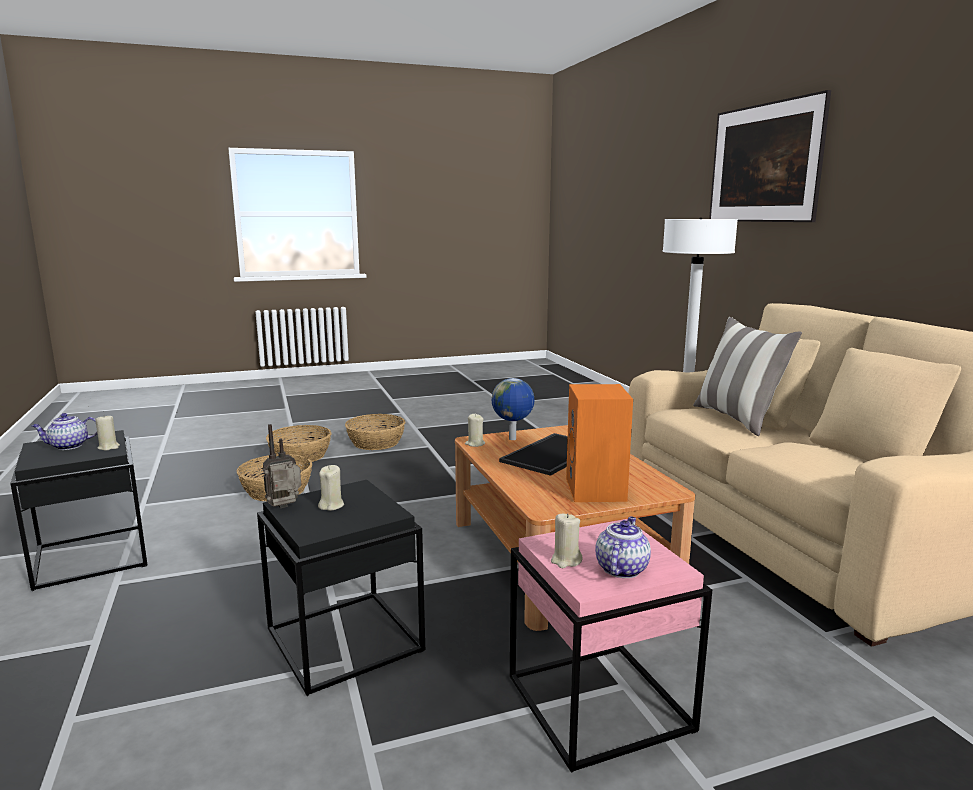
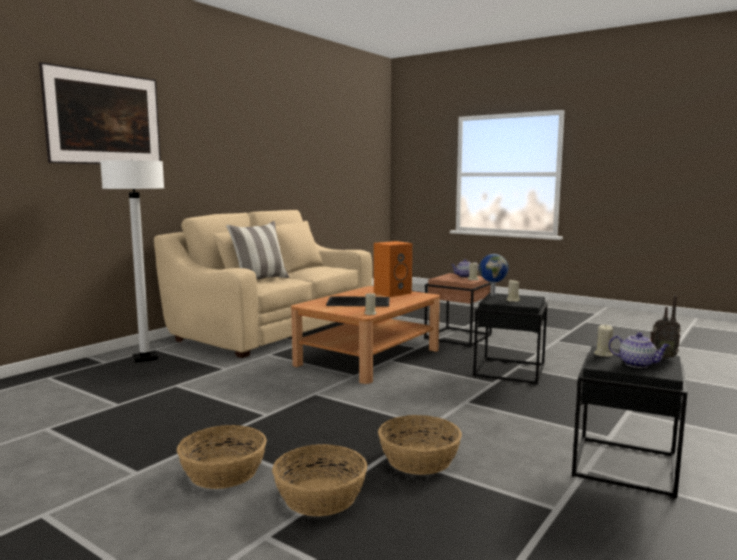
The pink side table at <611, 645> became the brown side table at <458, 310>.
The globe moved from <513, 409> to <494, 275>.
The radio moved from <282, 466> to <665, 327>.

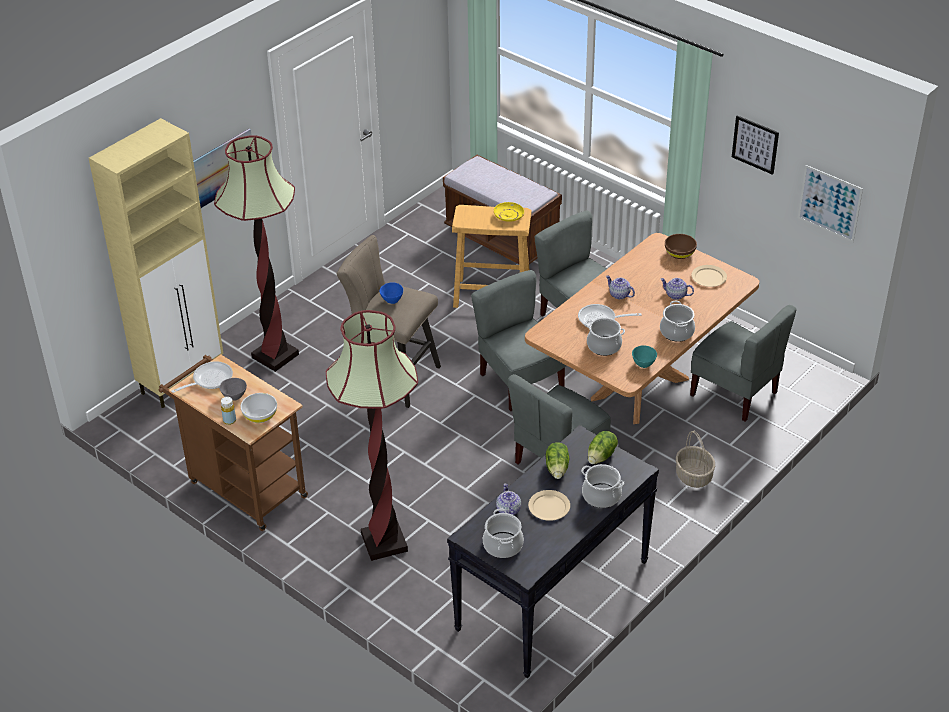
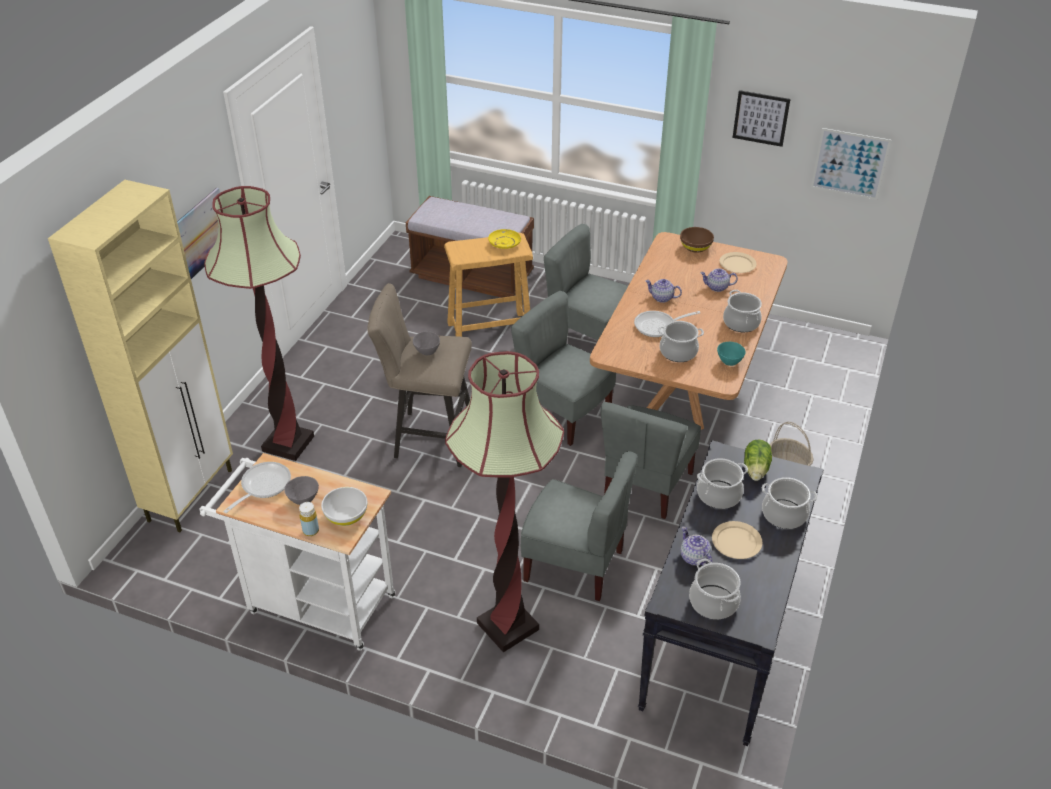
The brown cart at <233, 443> became the white cart at <297, 552>.
The blue bowl at <391, 293> became the grey bowl at <426, 343>.
The grey chair moved from <743, 363> to <579, 526>.
The lettuce at <558, 460> was replaced by the cooking pot at <722, 484>.

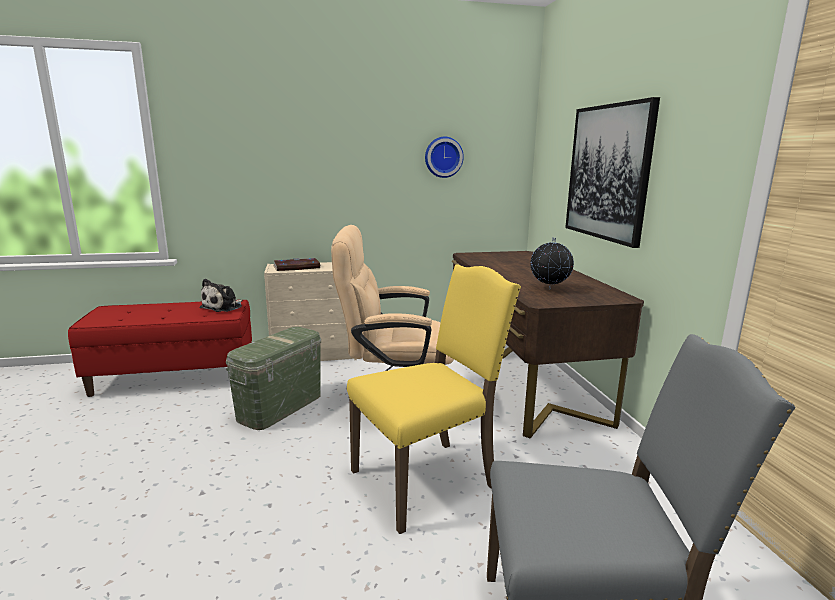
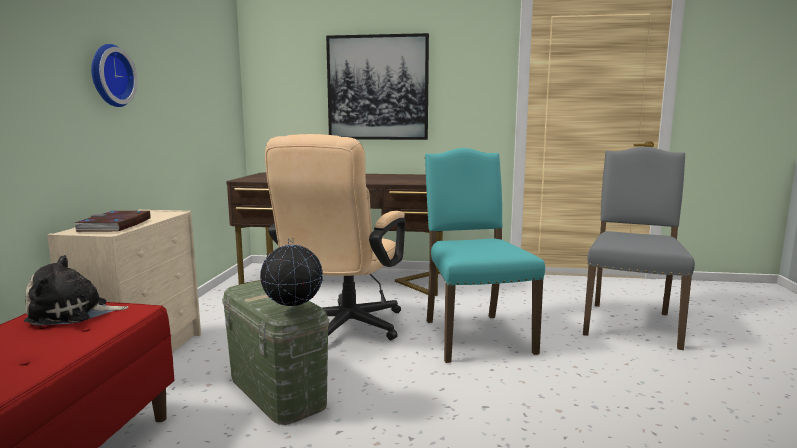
The plush toy at <221, 295> turned 120 degrees clockwise.
The wall clock moved from <444, 157> to <114, 75>.
The globe moved from <552, 263> to <291, 275>.
The yellow chair at <434, 399> became the turquoise chair at <485, 255>.

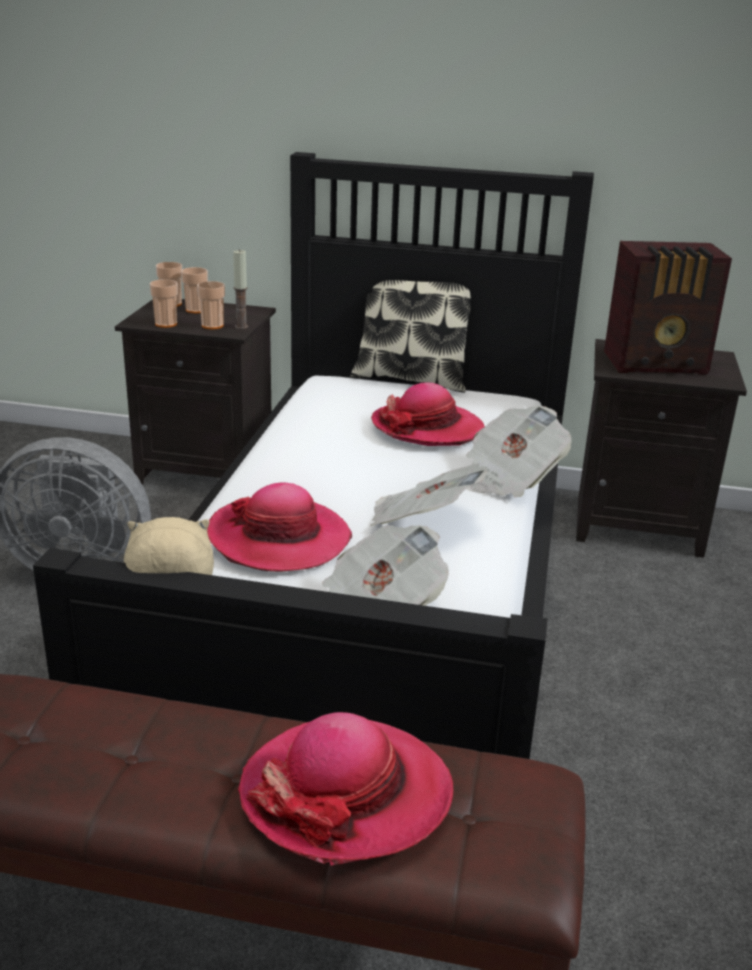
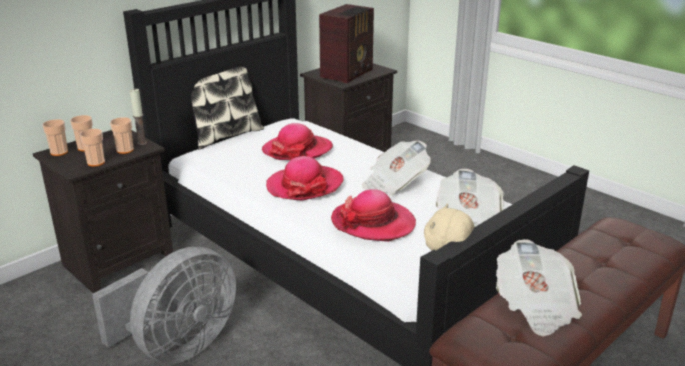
The hat moved from <346, 789> to <305, 178>.
The newspaper moved from <519, 451> to <539, 288>.

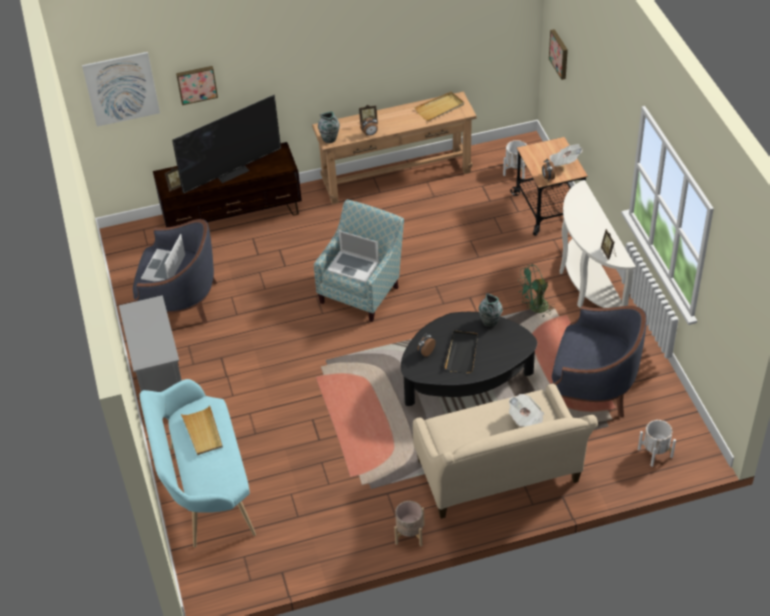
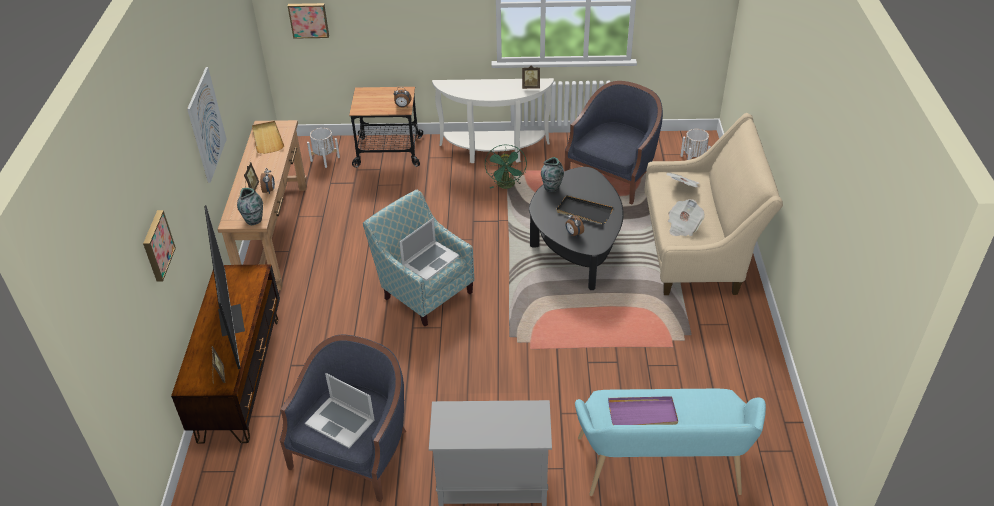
The picture moved from <121, 89> to <207, 125>.
The beige tray at <202, 430> became the purple tray at <643, 410>.
The newspaper moved from <566, 155> to <686, 217>.
The beige planter at <409, 523> disappeared.

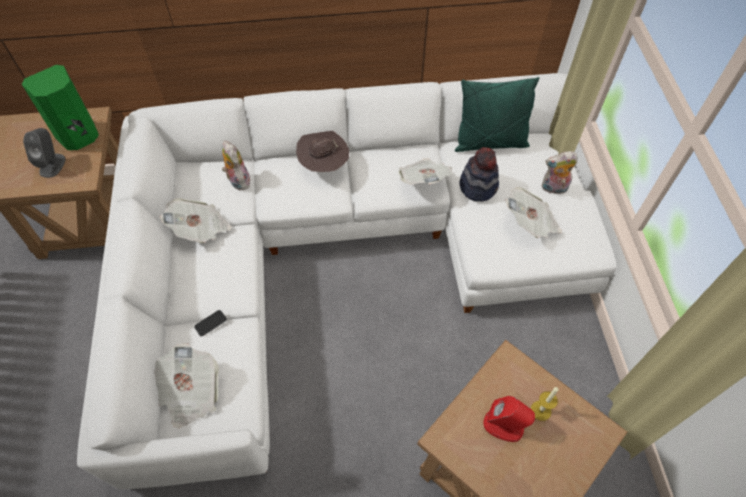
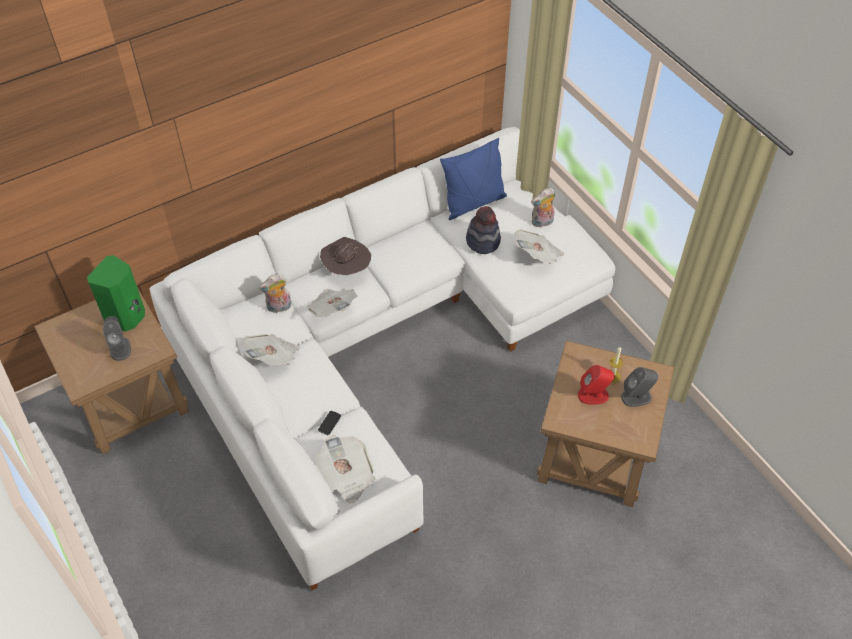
The plush toy at <236, 165> turned 60 degrees counterclockwise.
The newspaper moved from <425, 171> to <332, 303>.
The green pillow at <497, 114> became the blue pillow at <473, 179>.
The grey speaker at <640, 387> appeared.

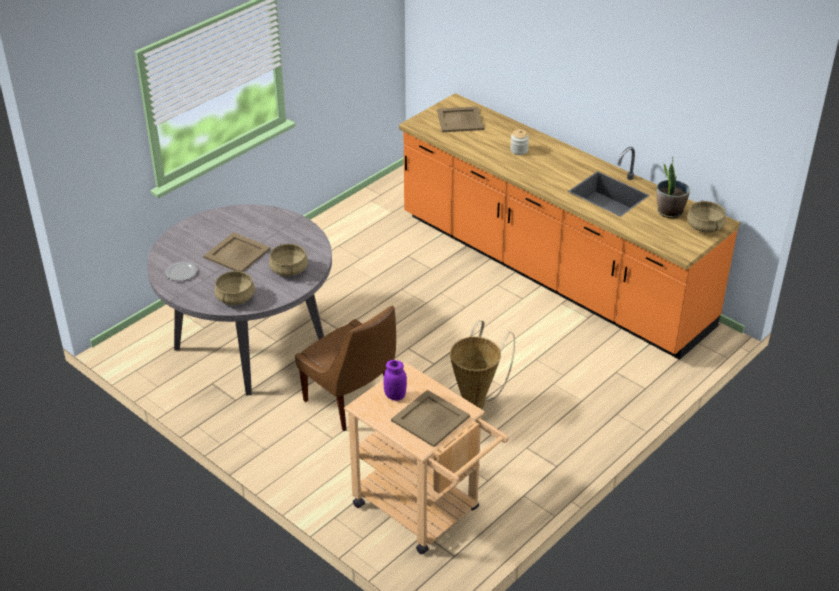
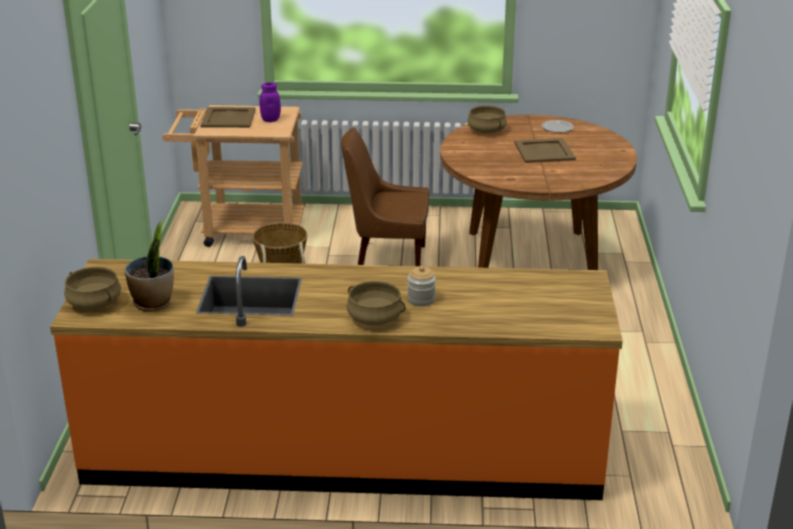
The beige cooking pot moved from <288, 260> to <375, 303>.
The grey dining table at <239, 300> became the brown dining table at <538, 192>.
The beige tray at <460, 119> disappeared.

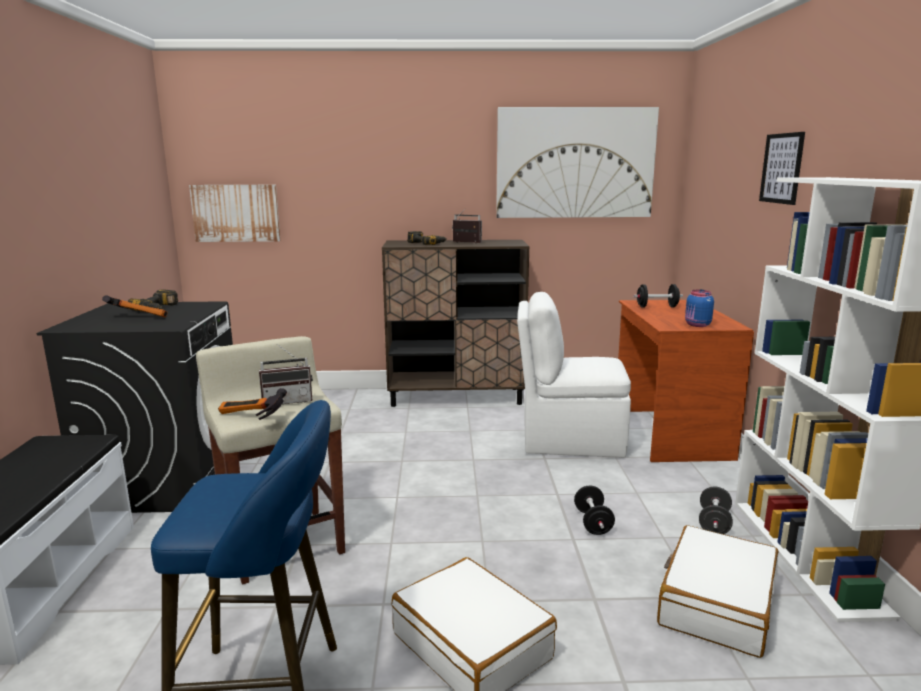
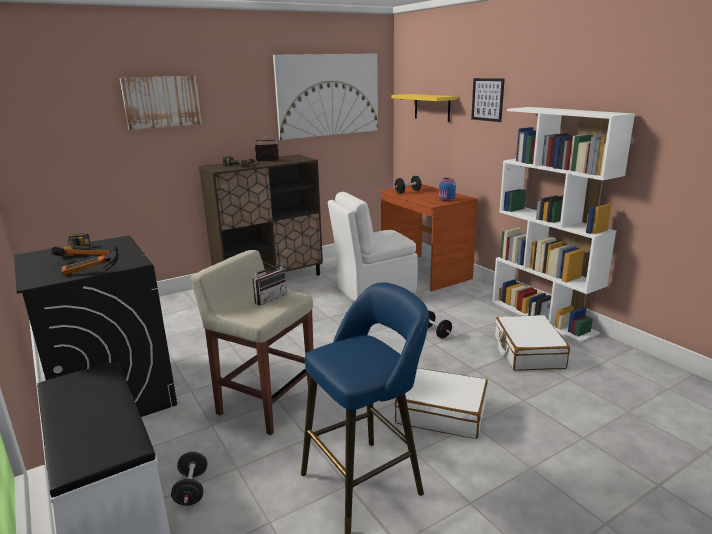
The hammer moved from <252, 404> to <90, 260>.
The picture moved from <234, 213> to <161, 103>.
The black dumbbell moved from <716, 510> to <189, 479>.
The yellow shelf at <424, 108> appeared.

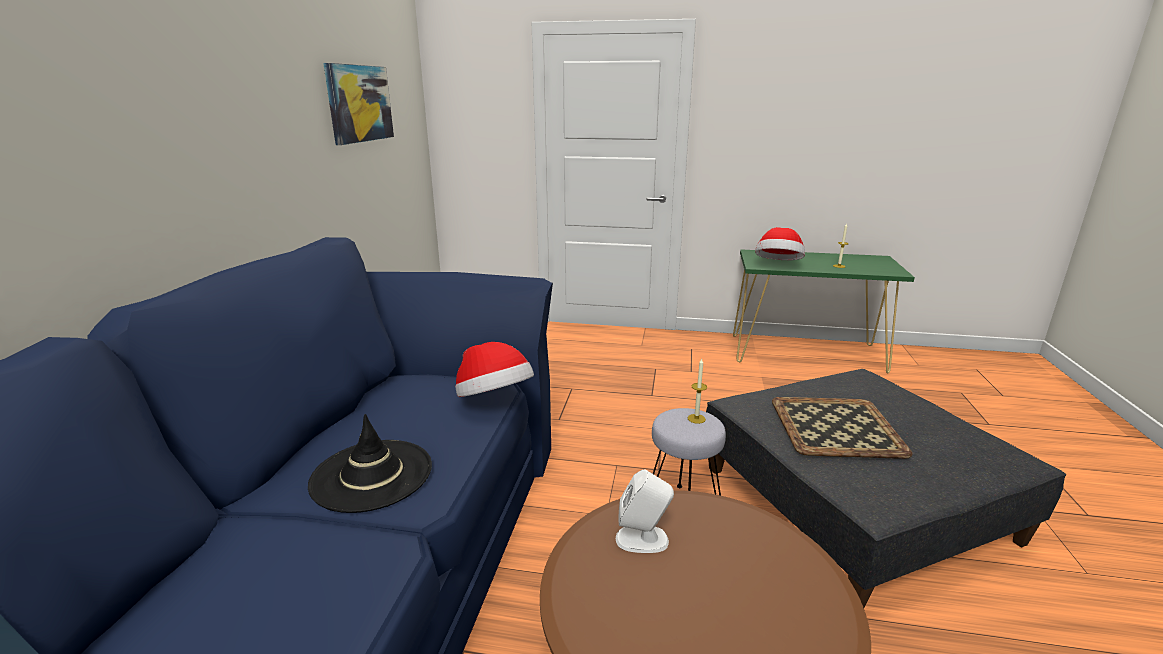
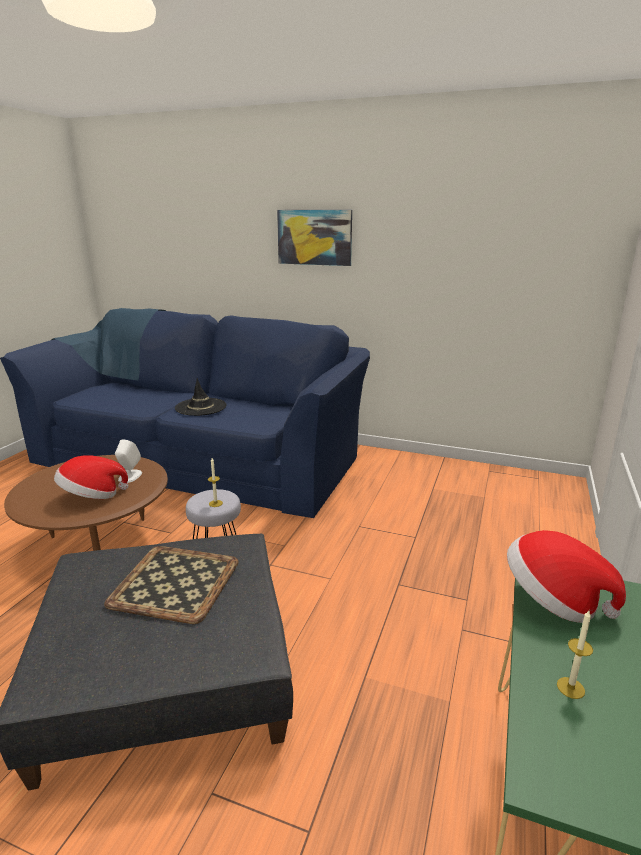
The hat moved from <494, 369> to <91, 477>.
The picture moved from <358, 104> to <314, 238>.

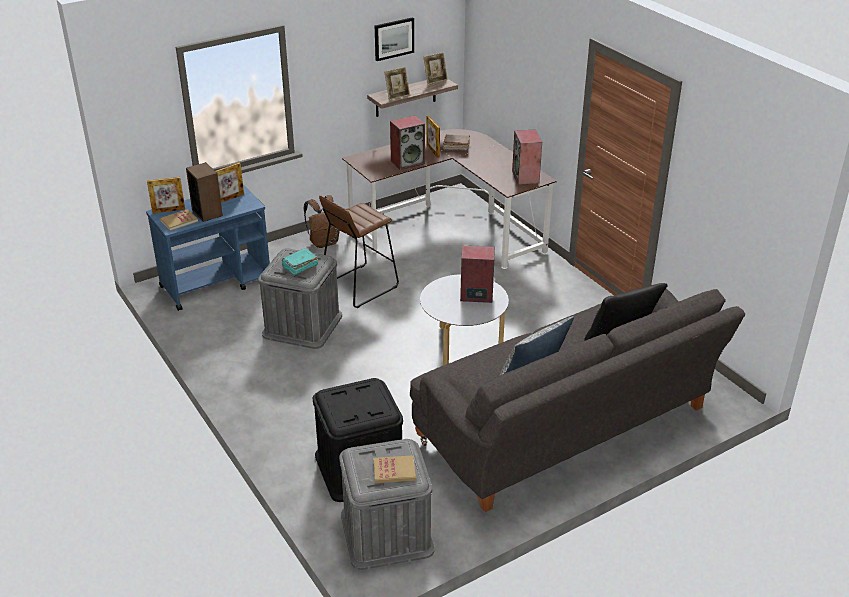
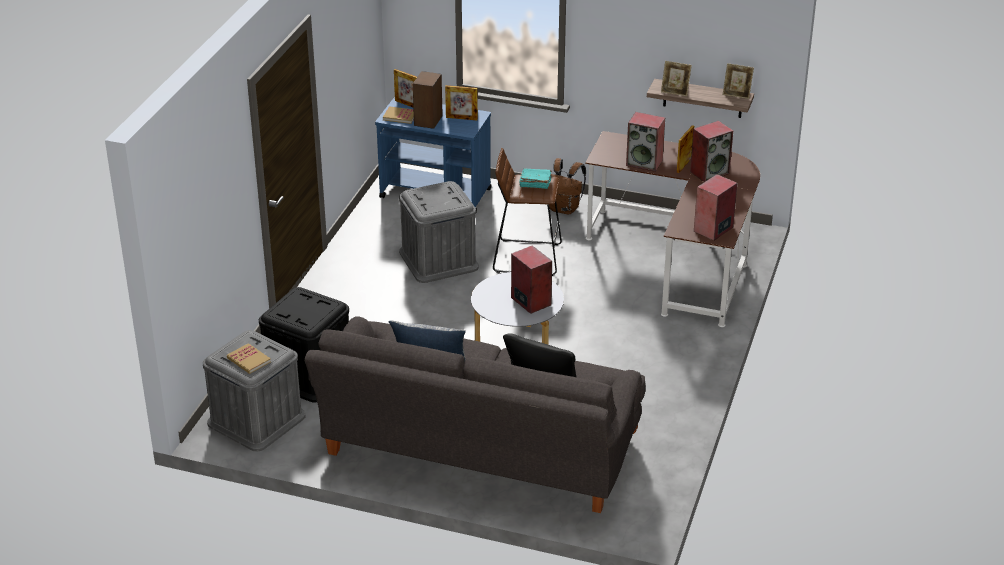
The turquoise book moved from <300, 262> to <535, 178>.
The brown book at <456, 142> was replaced by the speaker at <711, 151>.
The picture at <394, 39> disappeared.

